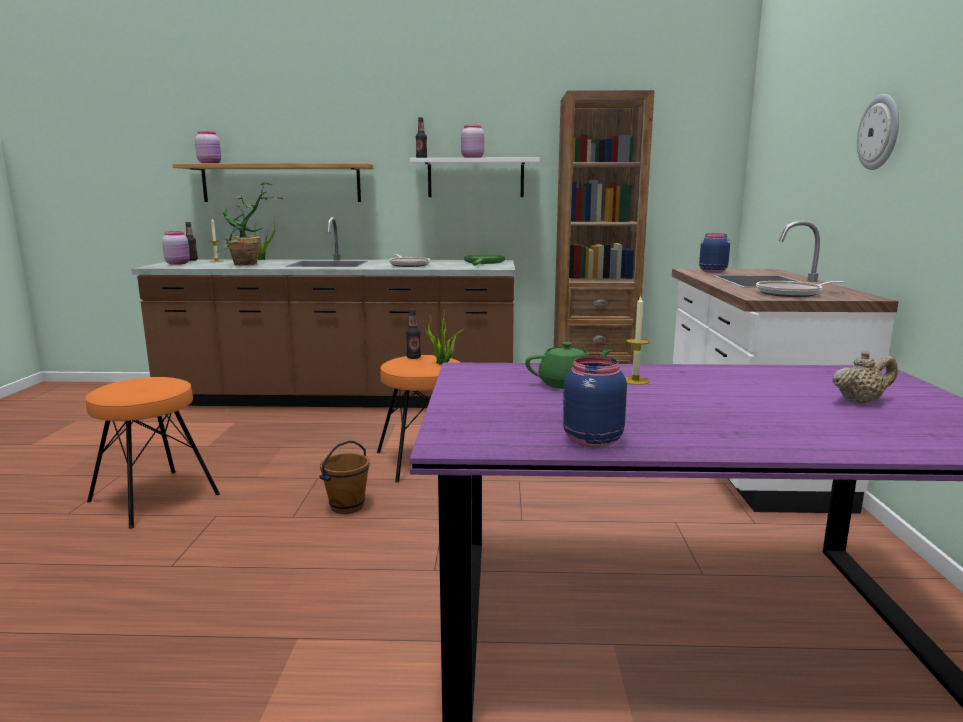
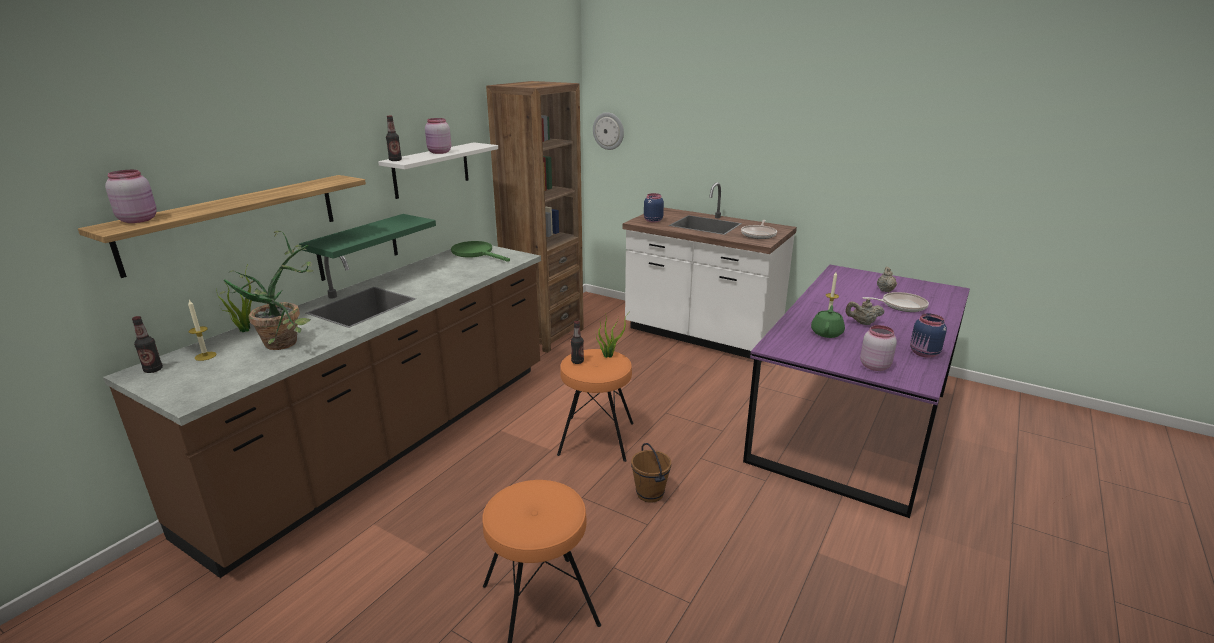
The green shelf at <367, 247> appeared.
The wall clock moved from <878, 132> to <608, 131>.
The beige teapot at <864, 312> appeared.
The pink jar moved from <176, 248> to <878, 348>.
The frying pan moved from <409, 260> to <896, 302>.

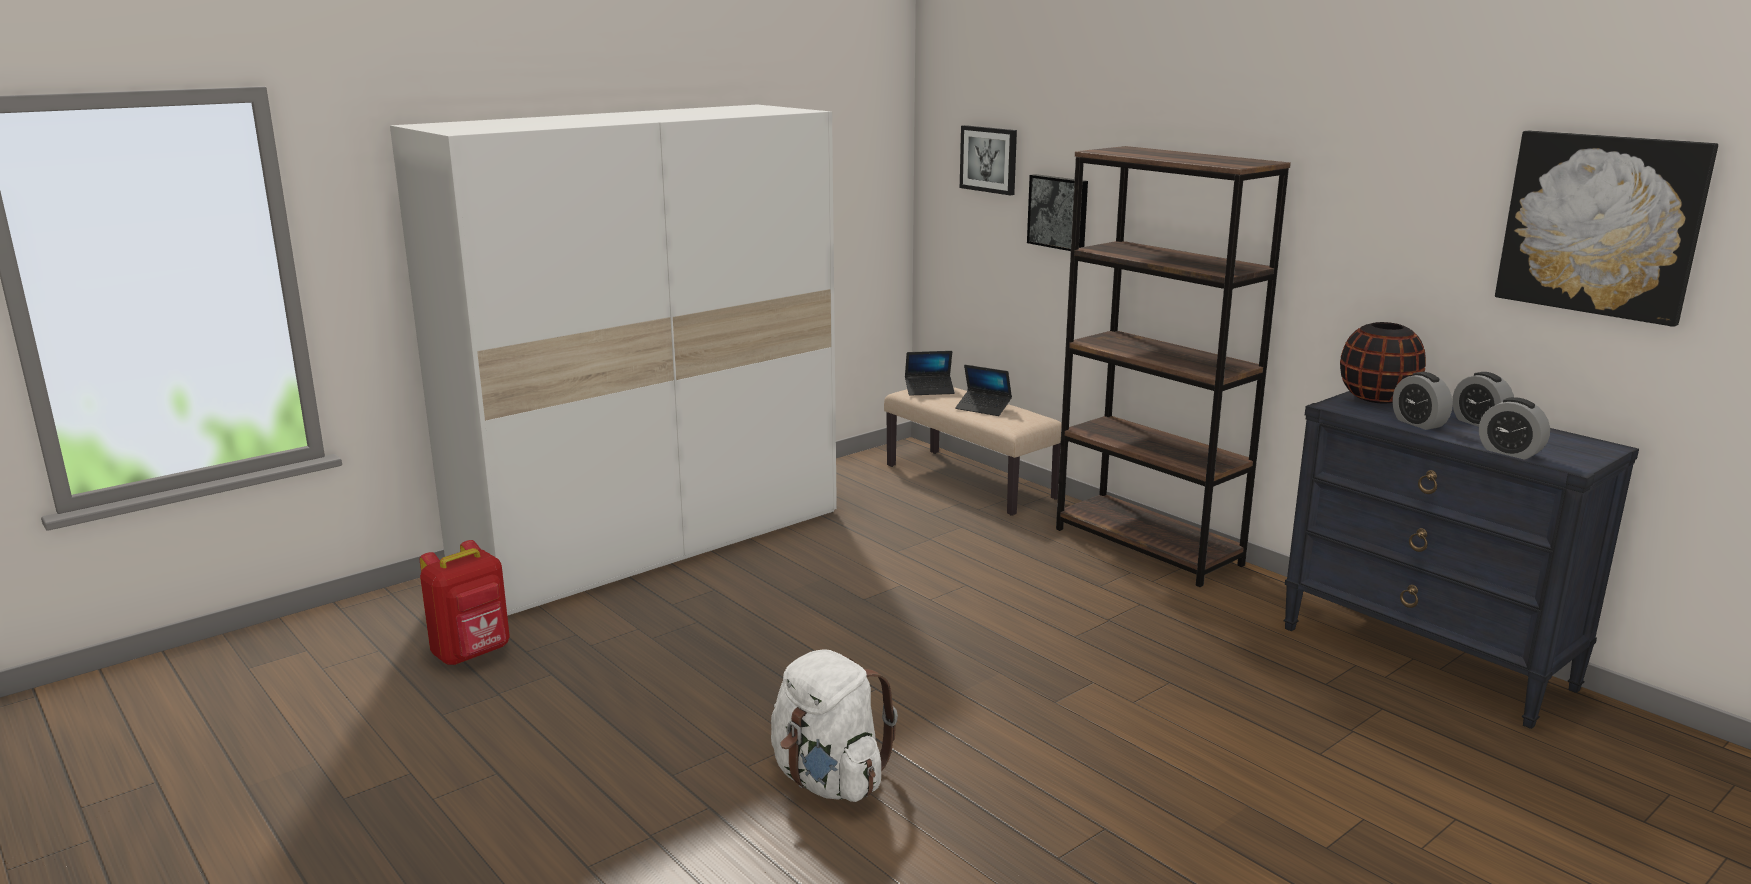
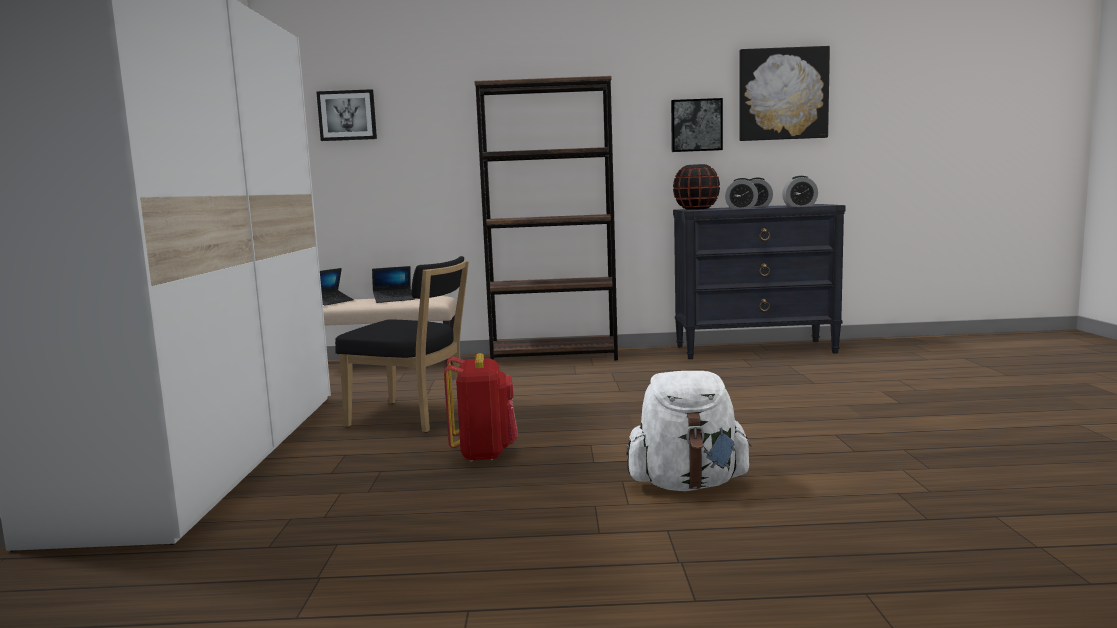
The black chair at <402, 344> appeared.
The red backpack moved from <465, 602> to <481, 407>.
The picture moved from <1057, 212> to <697, 125>.

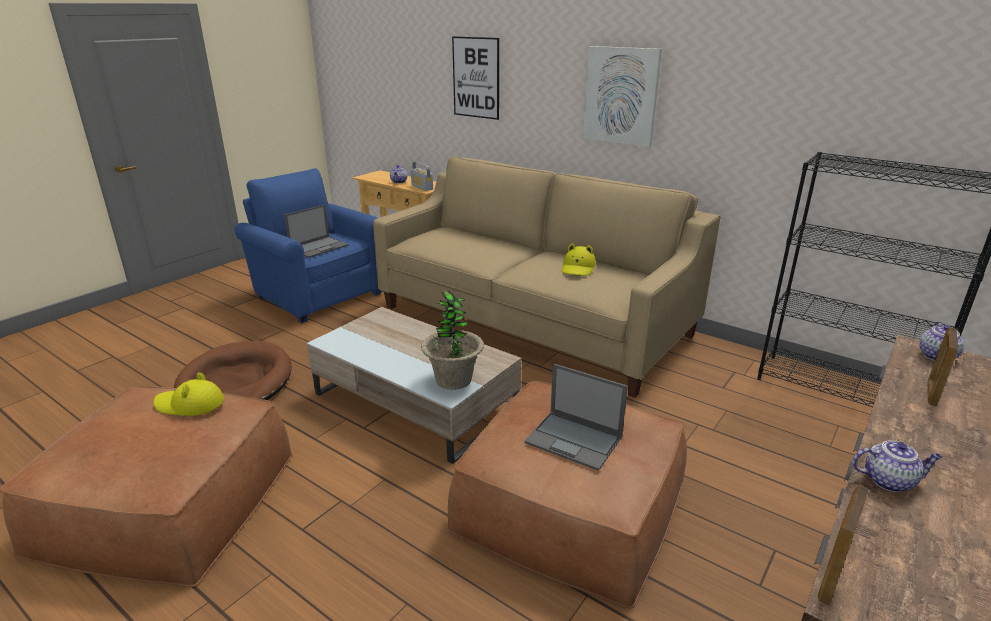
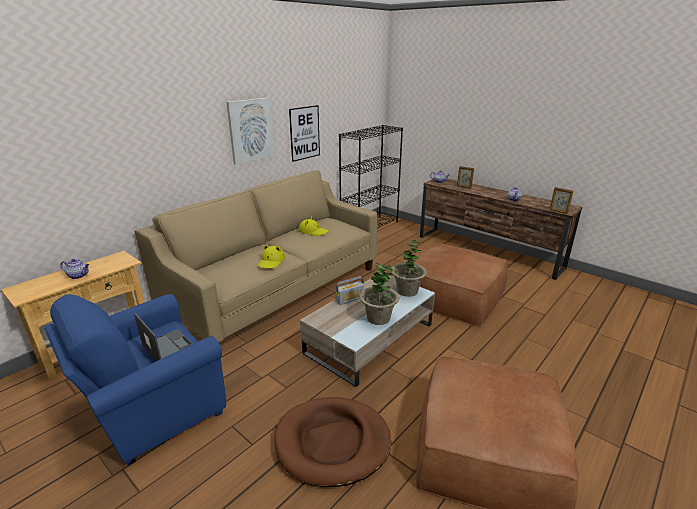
The yellow hat moved from <189, 394> to <271, 256>.
The picture moved from <475, 78> to <304, 133>.
The radio moved from <422, 176> to <349, 290>.
The potted plant at <379, 294> appeared.
The laptop at <576, 417> disappeared.

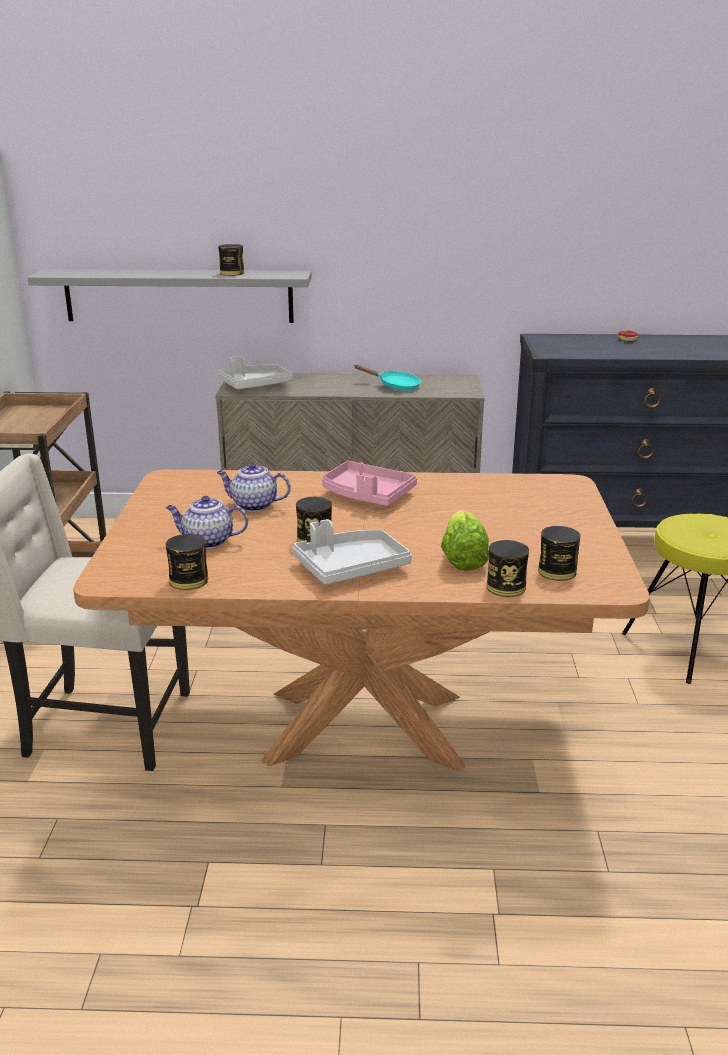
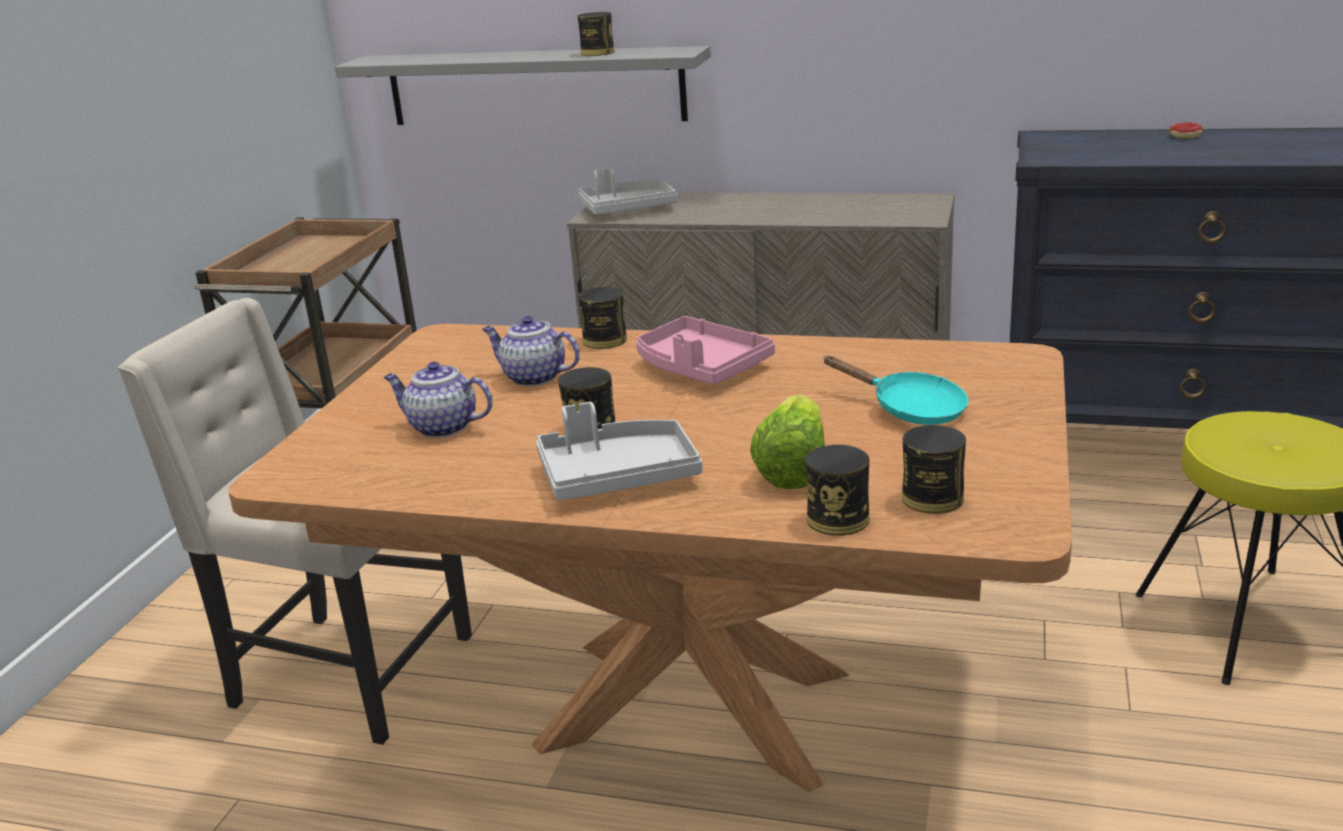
The can moved from <187, 562> to <602, 318>.
The turquoise frying pan moved from <388, 378> to <895, 390>.

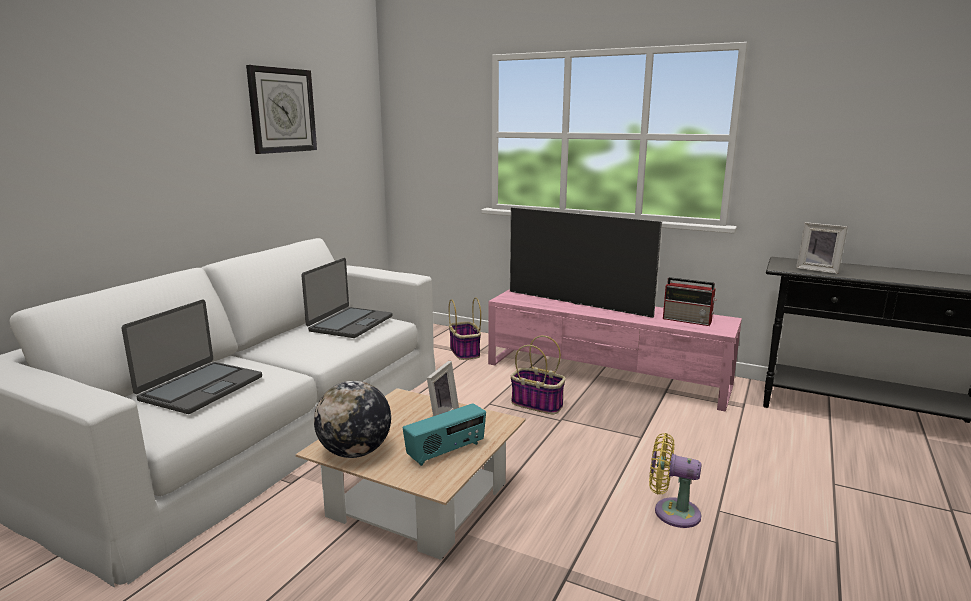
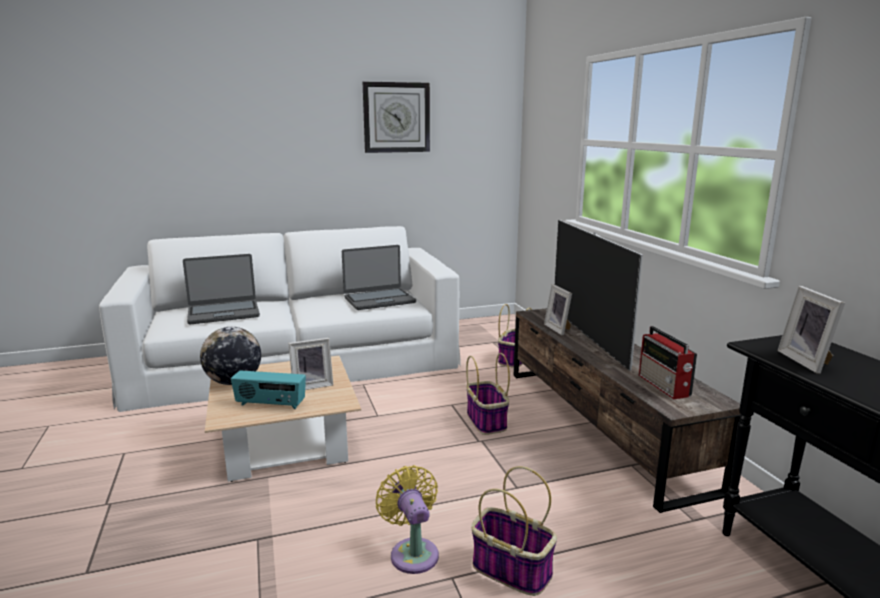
The basket at <514, 531> appeared.
The pink tv stand at <615, 350> became the brown tv stand at <627, 410>.
The picture frame at <558, 309> appeared.

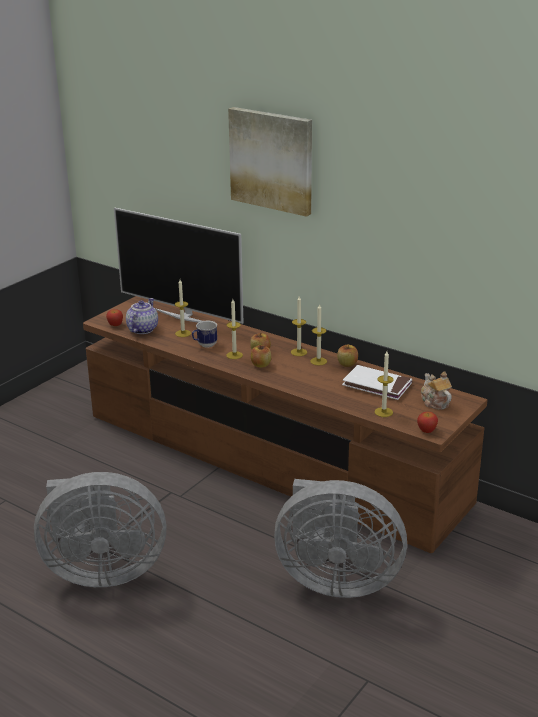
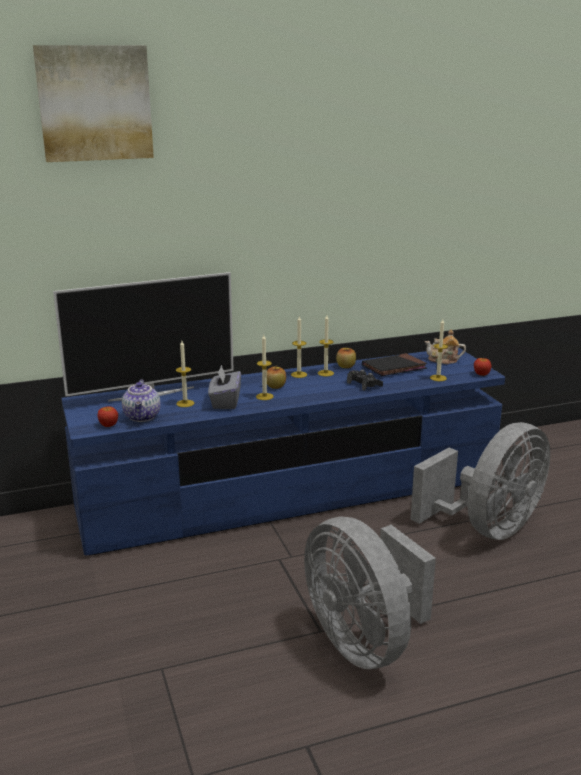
The picture moved from <270, 162> to <93, 103>.
The brown tv stand at <285, 424> became the blue tv stand at <283, 452>.
The teapot at <142, 316> turned 150 degrees counterclockwise.
The mug at <204, 334> was replaced by the grey tissue box at <224, 387>.
The grey fan at <100, 529> turned 120 degrees clockwise.
The black game controller at <365, 380> appeared.
The white book at <377, 382> became the black book at <394, 364>.
The apple at <261, 356> disappeared.

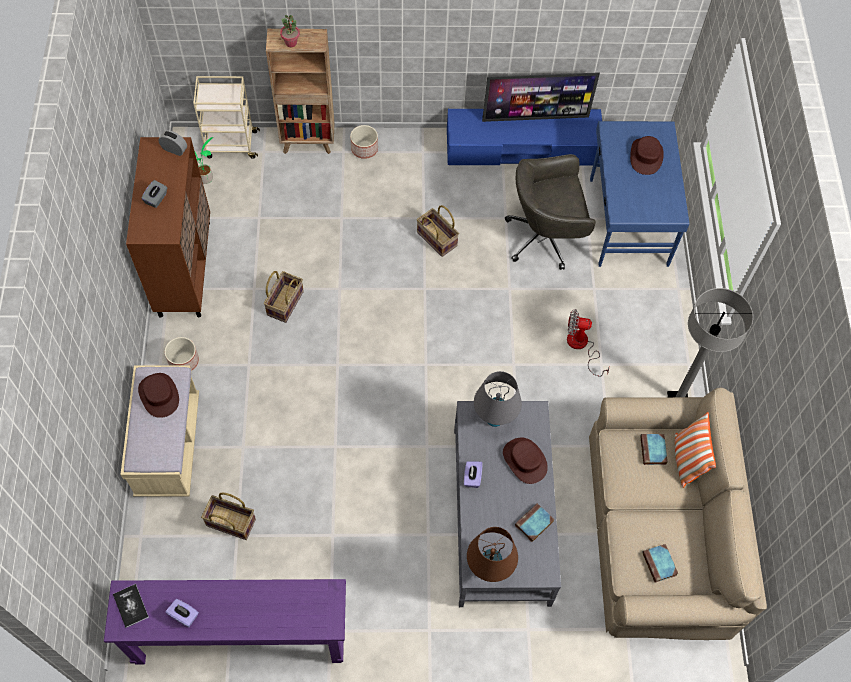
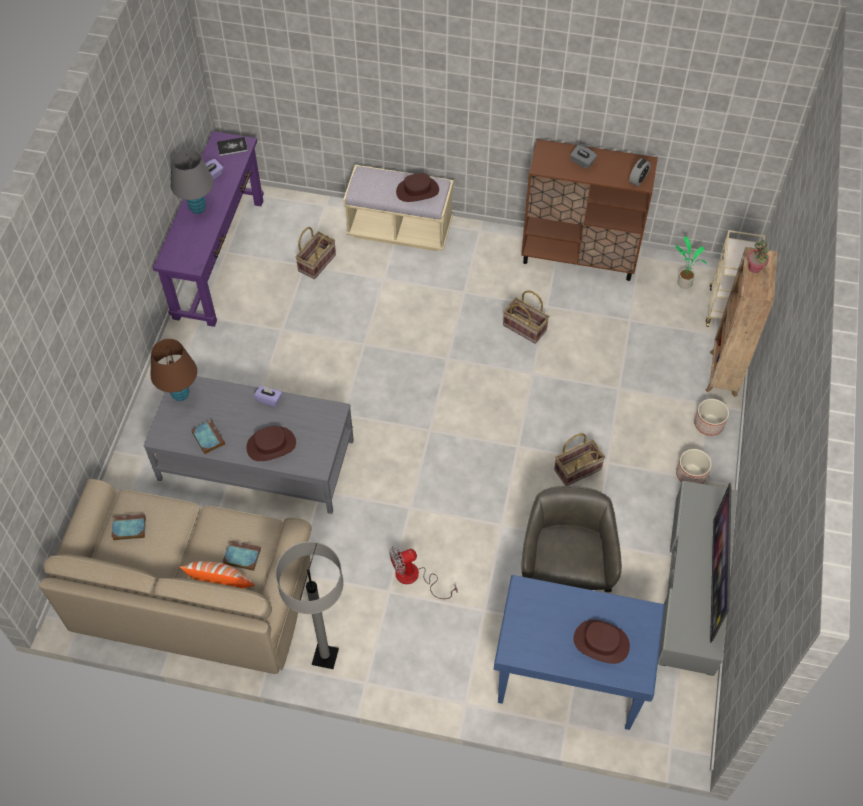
The grey table lamp moved from <498, 399> to <192, 181>.
The fan at <588, 343> turned 135 degrees counterclockwise.
The blue tv stand at <524, 137> became the grey tv stand at <697, 578>.
The planter moved from <182, 353> to <694, 466>.

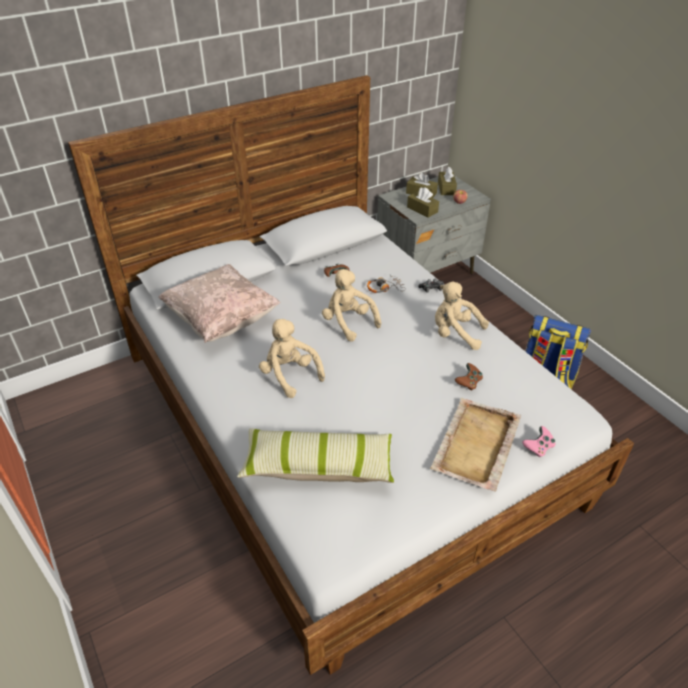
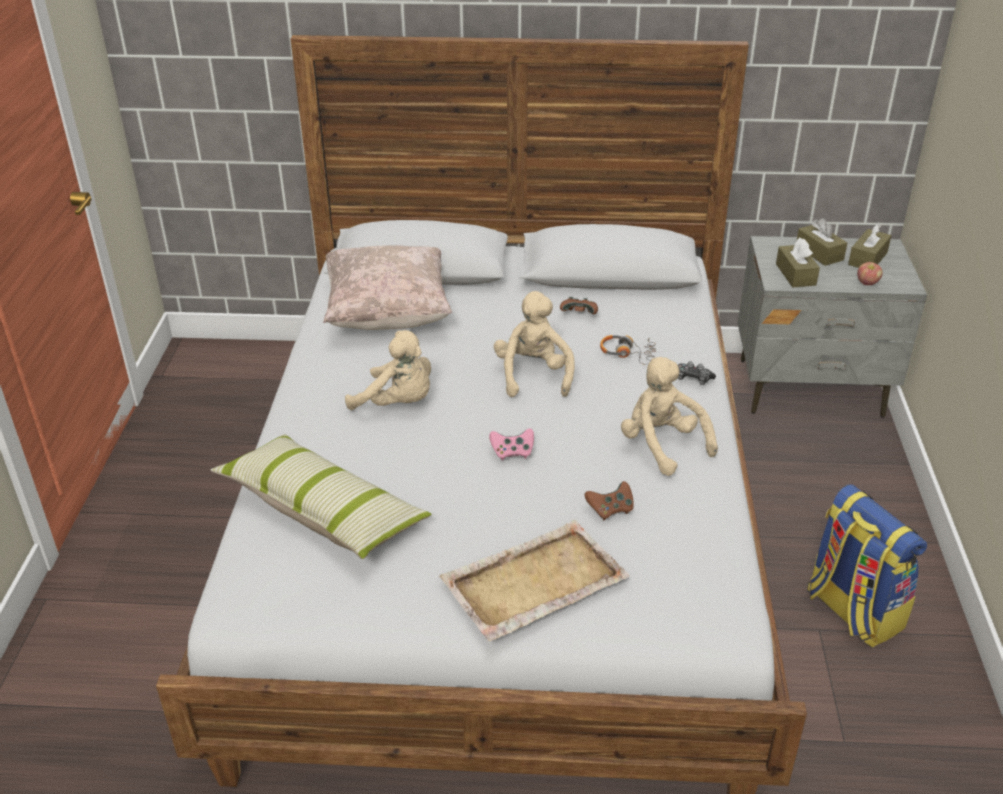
The beige plush toy at <292, 358> turned 120 degrees clockwise.
The pink game controller moved from <538, 441> to <511, 444>.

